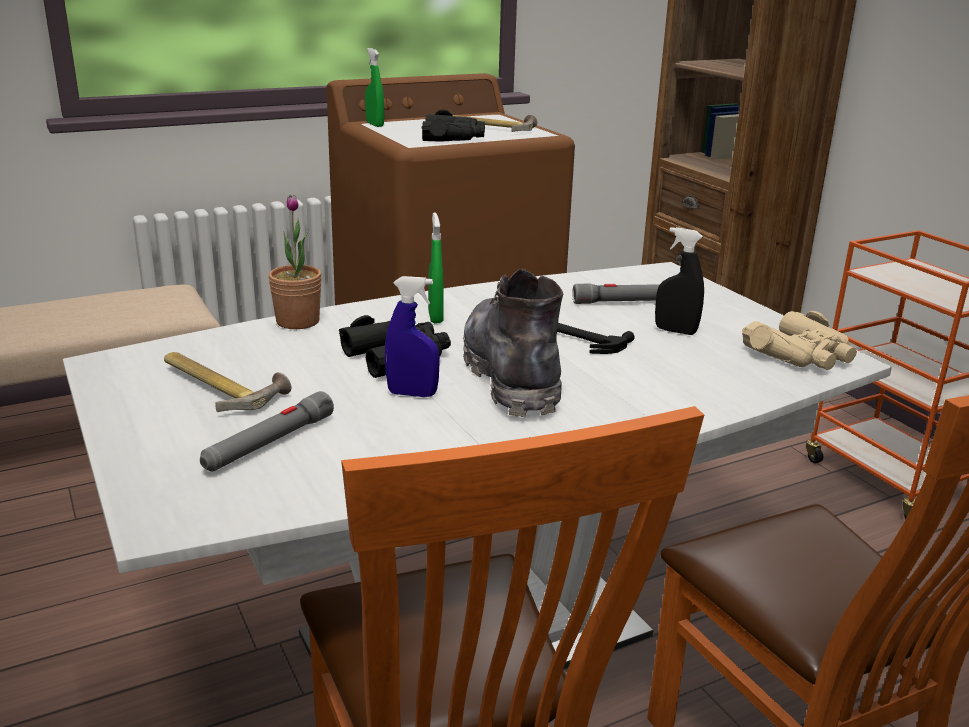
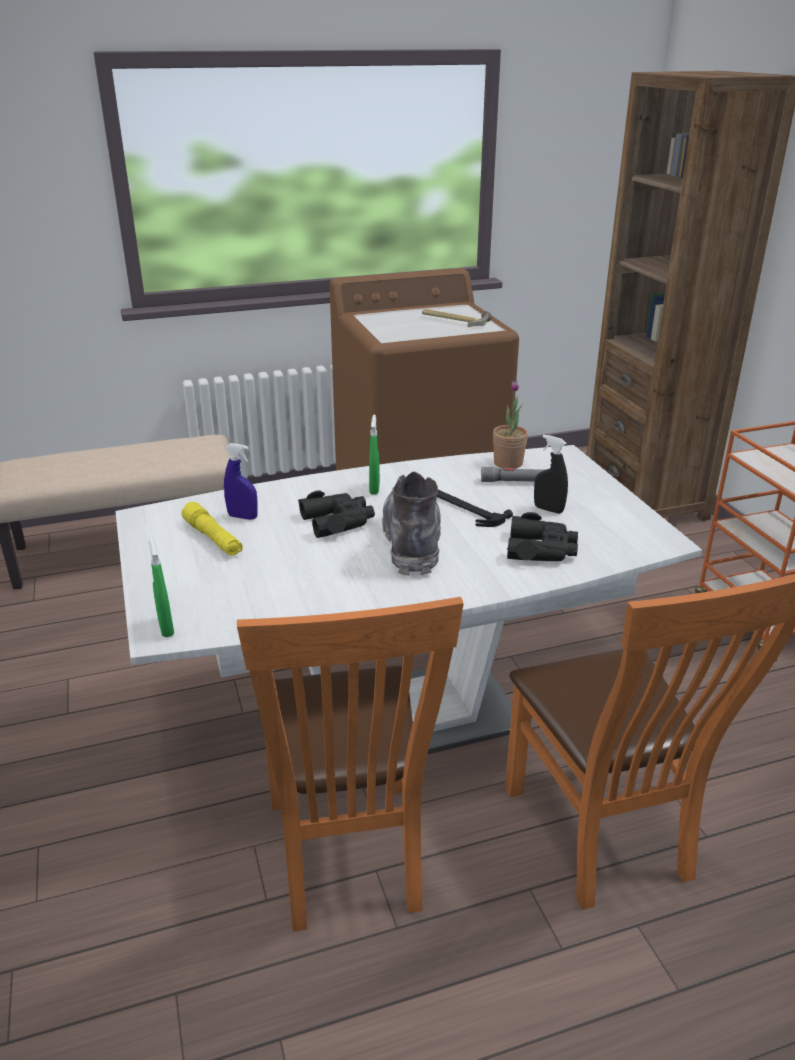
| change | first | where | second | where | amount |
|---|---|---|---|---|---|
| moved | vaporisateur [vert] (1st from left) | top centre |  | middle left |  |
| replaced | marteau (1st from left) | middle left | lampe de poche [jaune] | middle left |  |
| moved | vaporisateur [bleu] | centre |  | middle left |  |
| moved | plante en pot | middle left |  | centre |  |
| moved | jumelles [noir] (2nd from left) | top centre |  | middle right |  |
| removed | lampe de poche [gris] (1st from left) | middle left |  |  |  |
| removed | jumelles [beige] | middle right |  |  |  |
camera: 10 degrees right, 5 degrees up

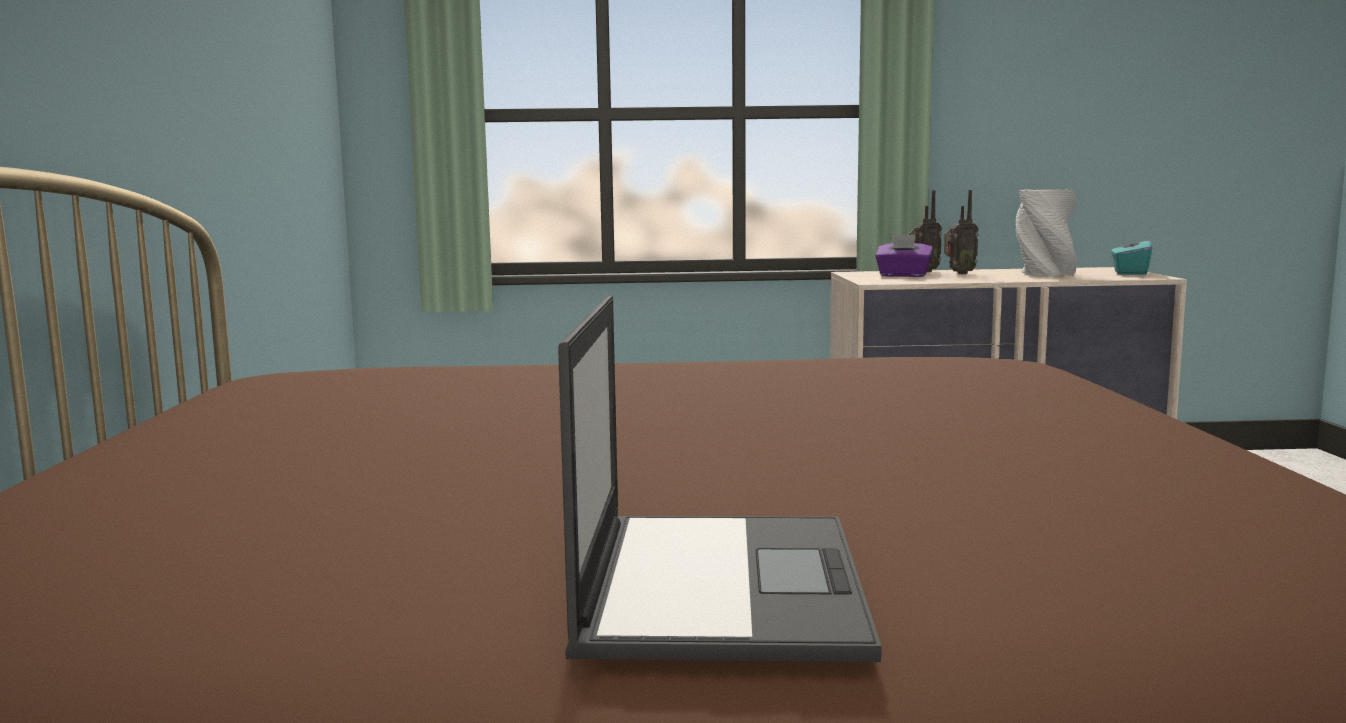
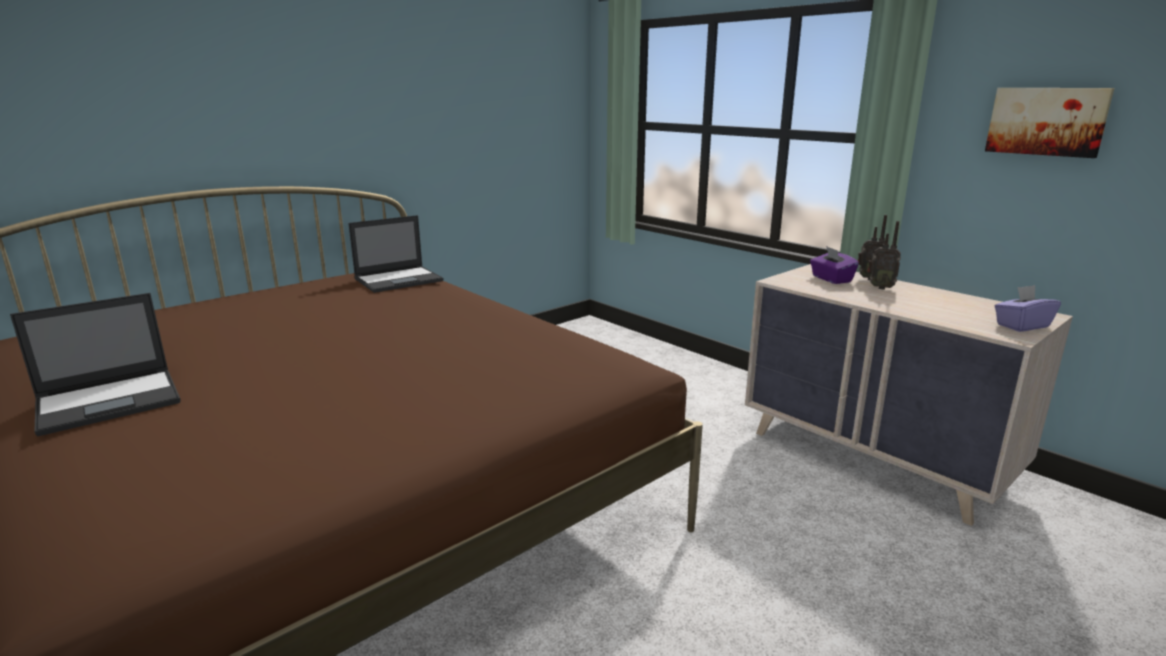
| change | first | where | second | where | amount |
|---|---|---|---|---|---|
| added |  |  | ordinateur portable (2nd from left) | centre |  |
| added |  |  | tableau | top right |  |
| recoloured | boîte à mouchoirs [turquoise] | middle right | boîte à mouchoirs [violet] (2nd from left) | middle right |  |
| removed | vase [gris] | top right |  |  |  |
camera: 50 degrees right, 10 degrees up

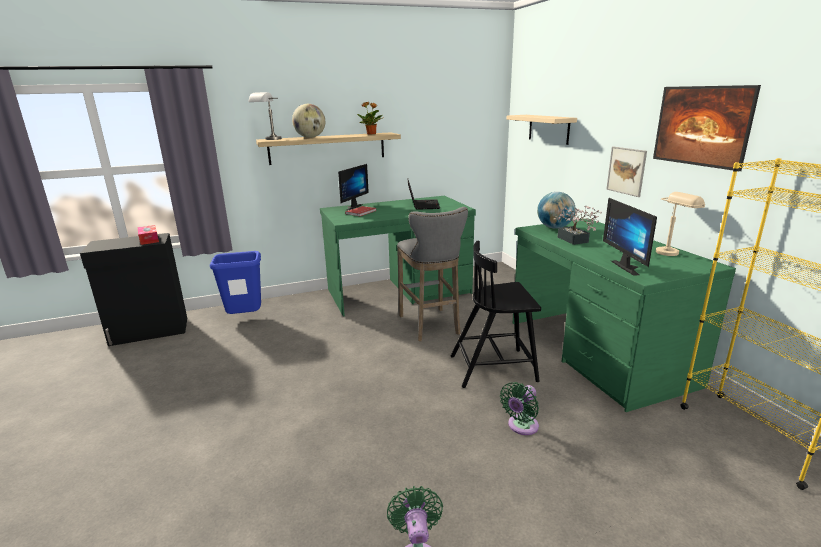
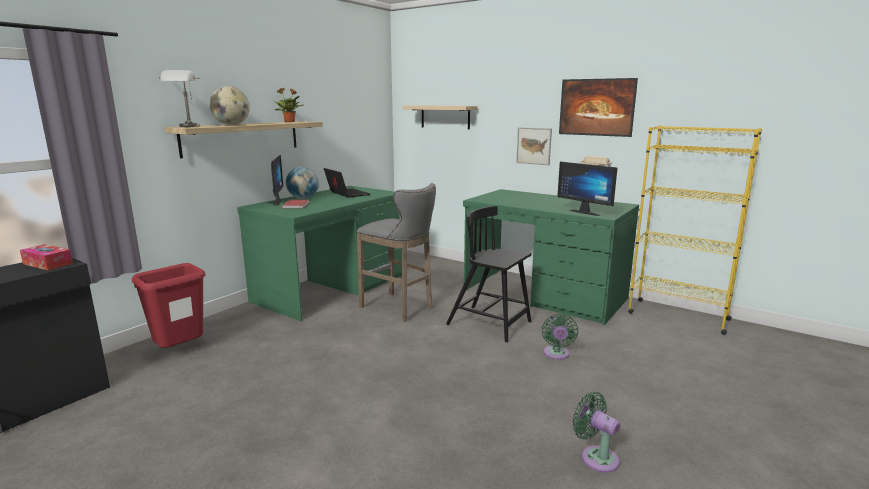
| change | first | where | second | where | amount |
|---|---|---|---|---|---|
| recoloured | poubelle [bleu] | middle left | poubelle [rouge] | middle left |  |
| moved | globe (2nd from left) | middle right |  | centre |  |
| turned | chaise [noir] | centre |  | centre | 75 degrees clockwise |
| removed | plante en pot (2nd from left) | middle right |  |  |  |
camera: 35 degrees left, 5 degrees down

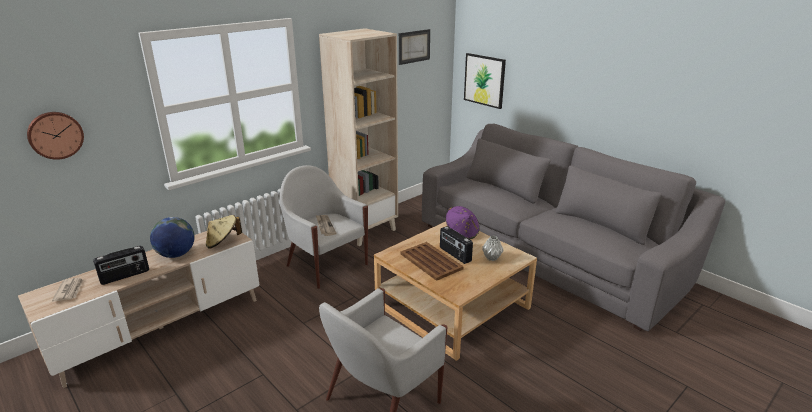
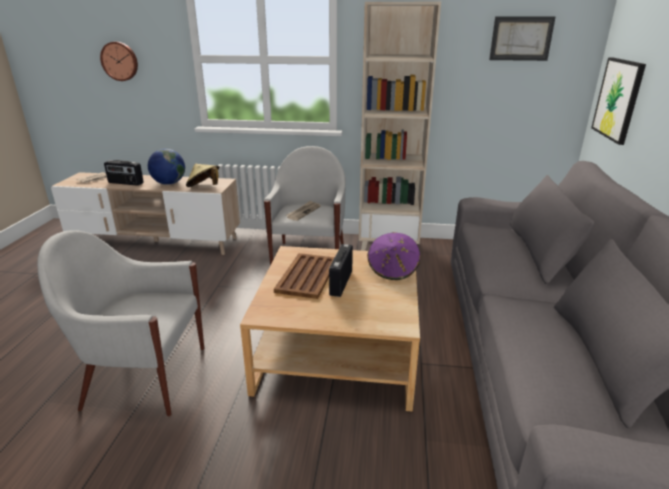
| change | first | where | second | where | amount |
|---|---|---|---|---|---|
| removed | vase [gris] | centre |  |  |  |
camera: 50 degrees right, 0 degrees up

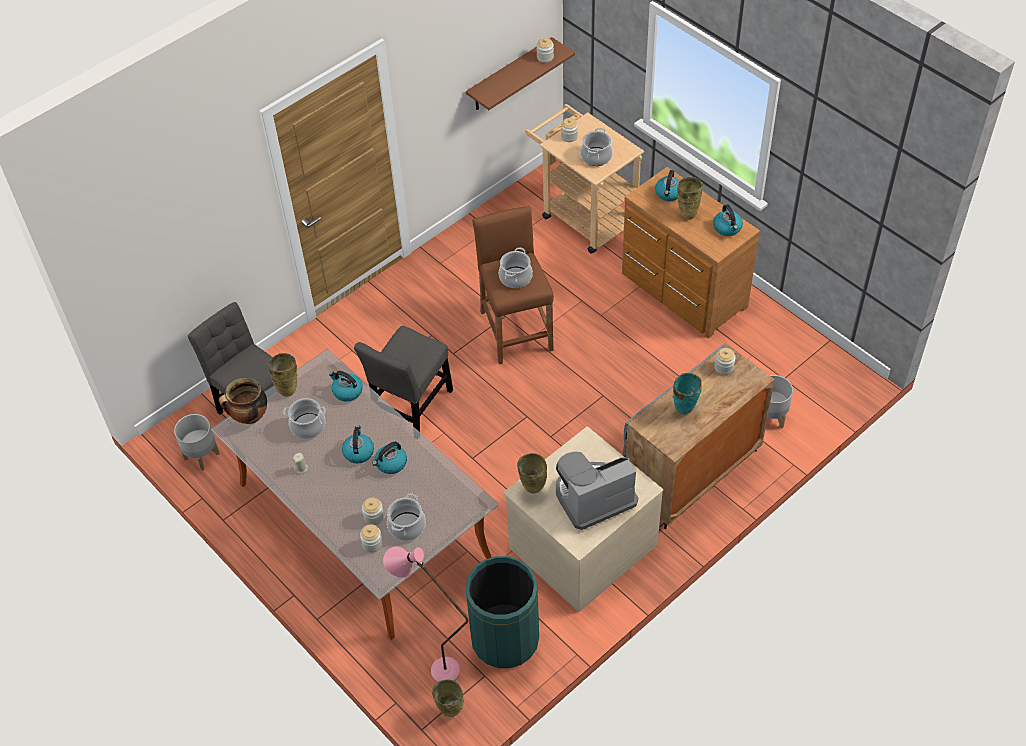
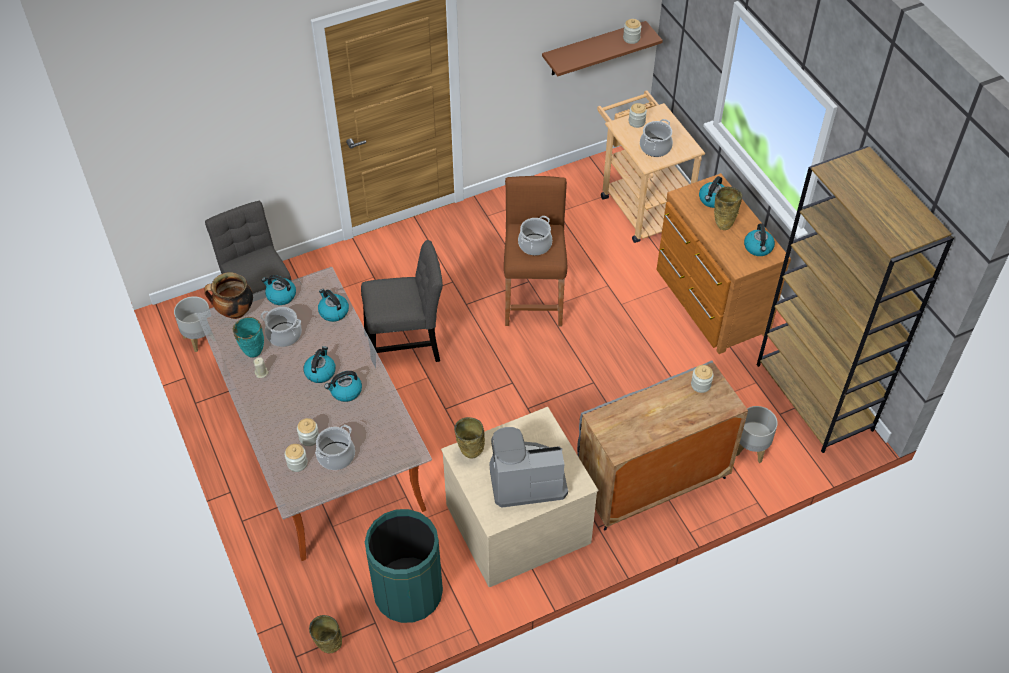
| change | first | where | second | where | amount |
|---|---|---|---|---|---|
| moved | vase [turquoise] | middle right |  | middle left |  |
| replaced | vase [beige] (1st from left) | middle left | bouilloire (1st from left) | middle left |  |
| turned | chaise [gris] (2nd from left) | centre |  | centre | 150 degrees counterclockwise |
| added |  |  | bibliothèque [marron] | middle right |  |
| removed | lampadaire [rose] | bottom centre |  |  |  |
camera: 15 degrees right, 0 degrees up

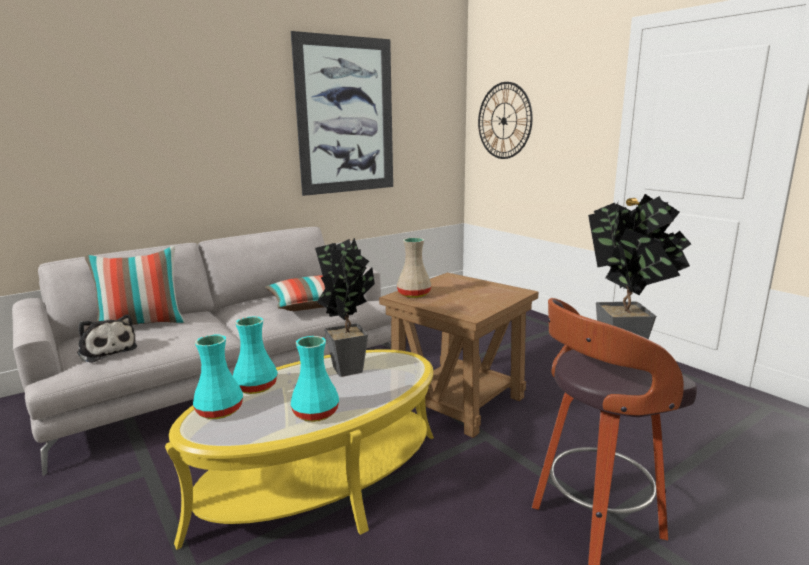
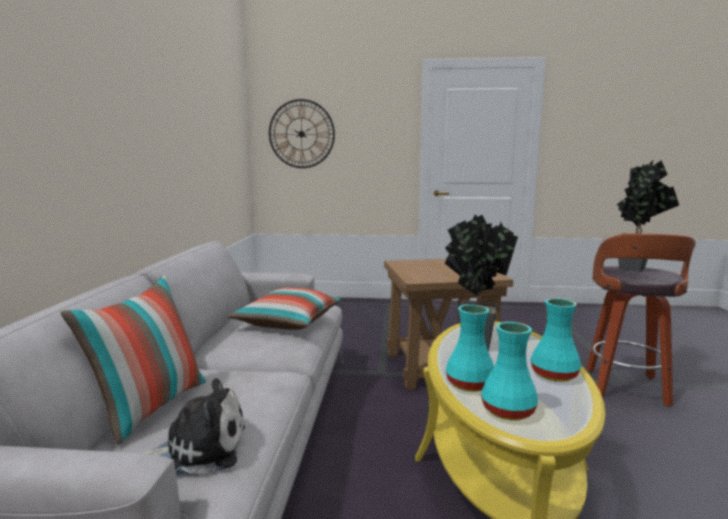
| change | first | where | second | where | amount |
|---|---|---|---|---|---|
| removed | tableau | top centre |  |  |  |
| removed | vase [beige] | centre |  |  |  |
camera: 50 degrees left, 5 degrees down

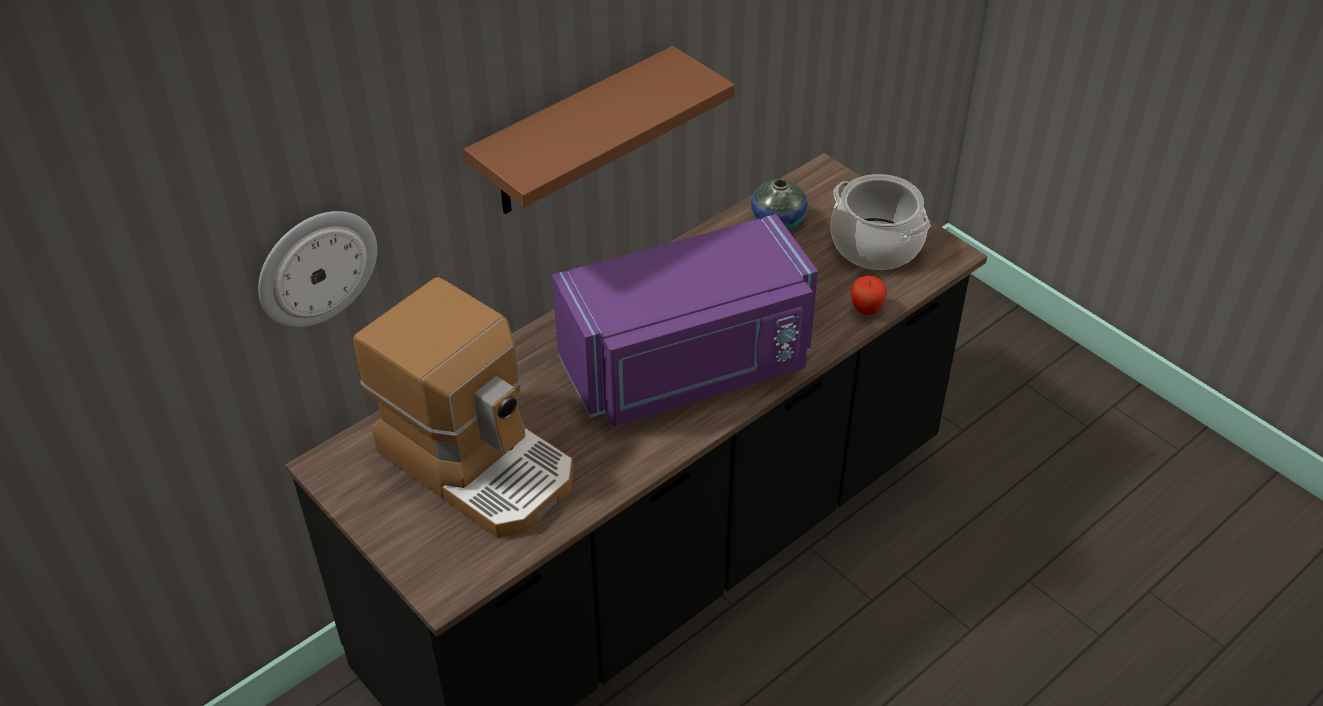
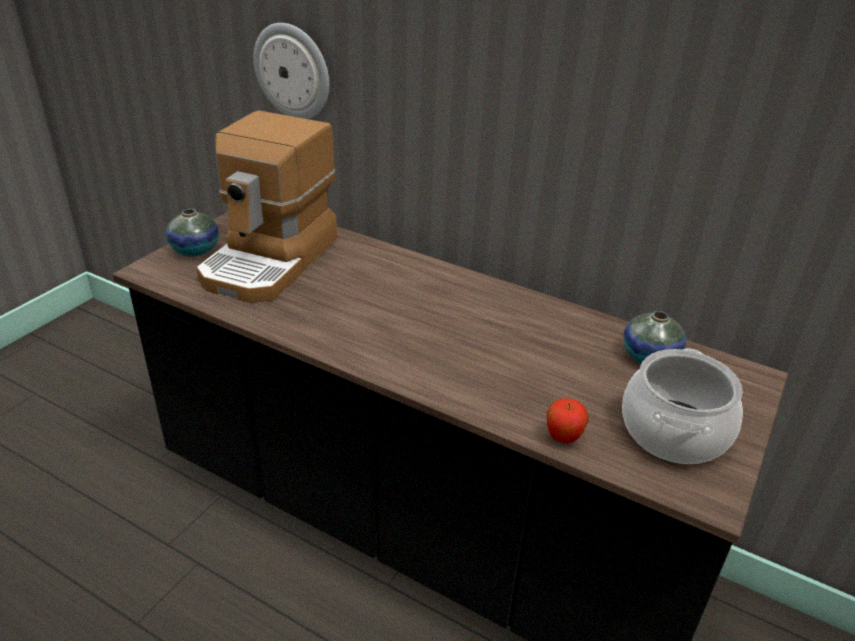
| change | first | where | second | where | amount |
|---|---|---|---|---|---|
| added |  |  | vase (1st from left) | middle left |  |
| removed | étagère [marron] | top centre |  |  |  |
| removed | micro-ondes [violet] | centre |  |  |  |
camera: 70 degrees right, 10 degrees down

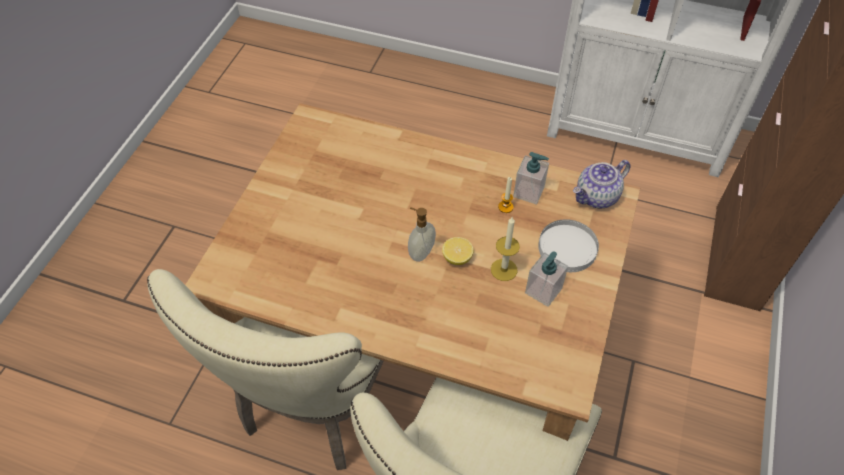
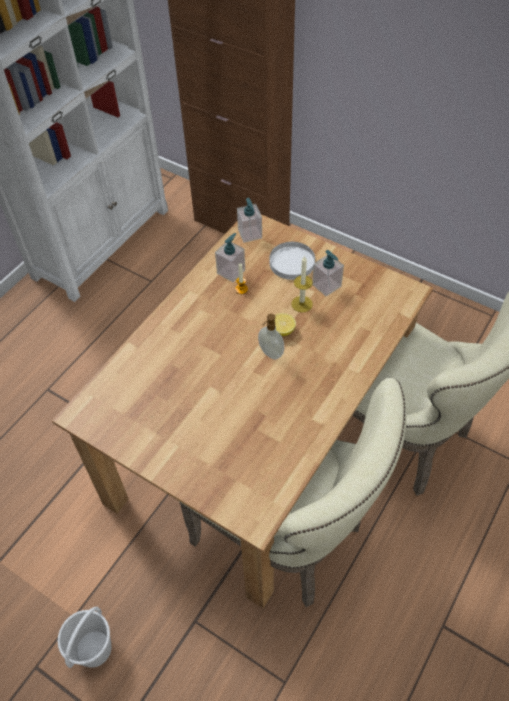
| change | first | where | second | where | amount |
|---|---|---|---|---|---|
| added |  |  | seau [blanc] | bottom left |  |
| replaced | théière | middle right | distributeur de savon (2nd from left) | top centre |  |
camera: 75 degrees left, 0 degrees up

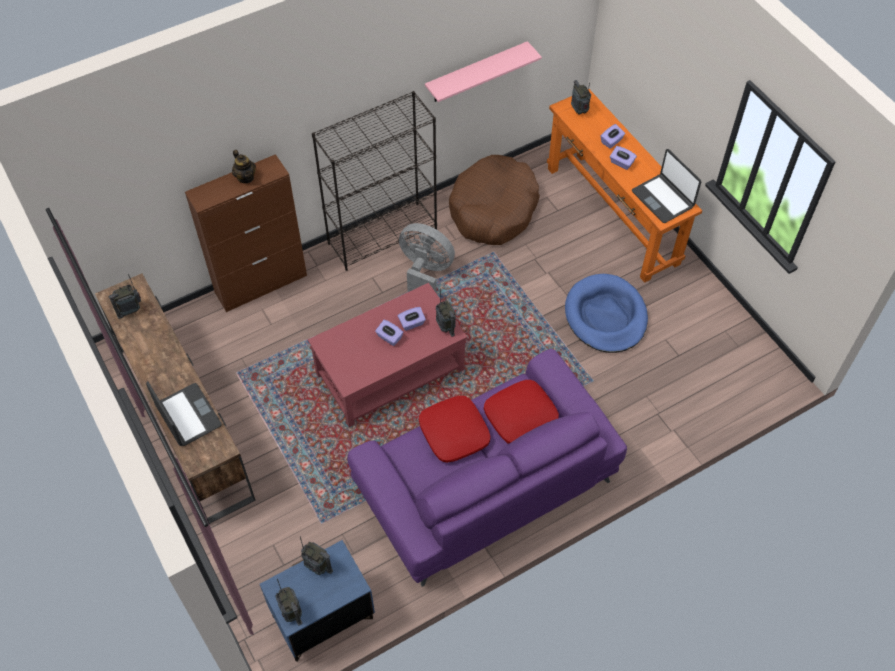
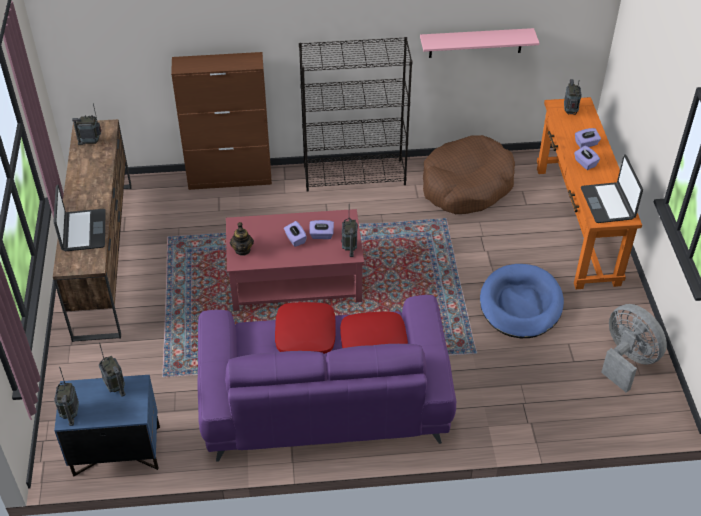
| change | first | where | second | where | amount |
|---|---|---|---|---|---|
| moved | théière | top left |  | centre |  |
| moved | ventilateur [gris] | centre |  | bottom right |  |
camera: 25 degrees right, 10 degrees down

